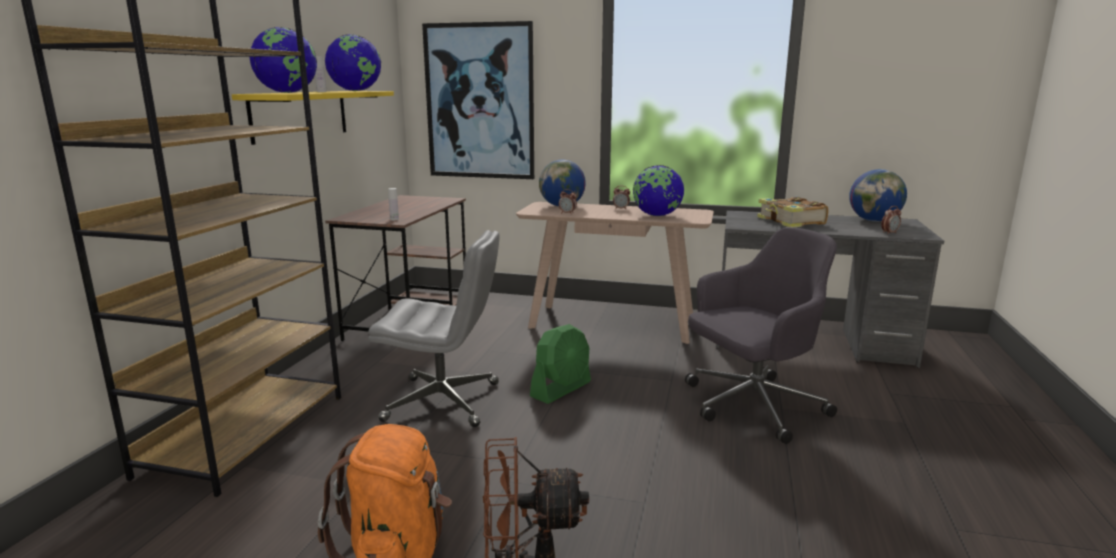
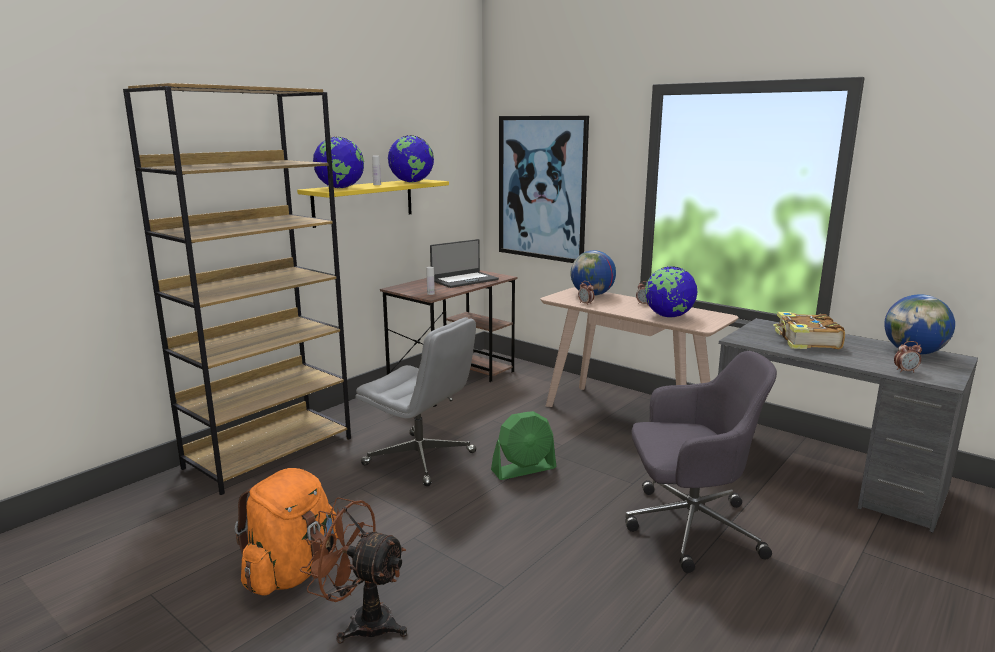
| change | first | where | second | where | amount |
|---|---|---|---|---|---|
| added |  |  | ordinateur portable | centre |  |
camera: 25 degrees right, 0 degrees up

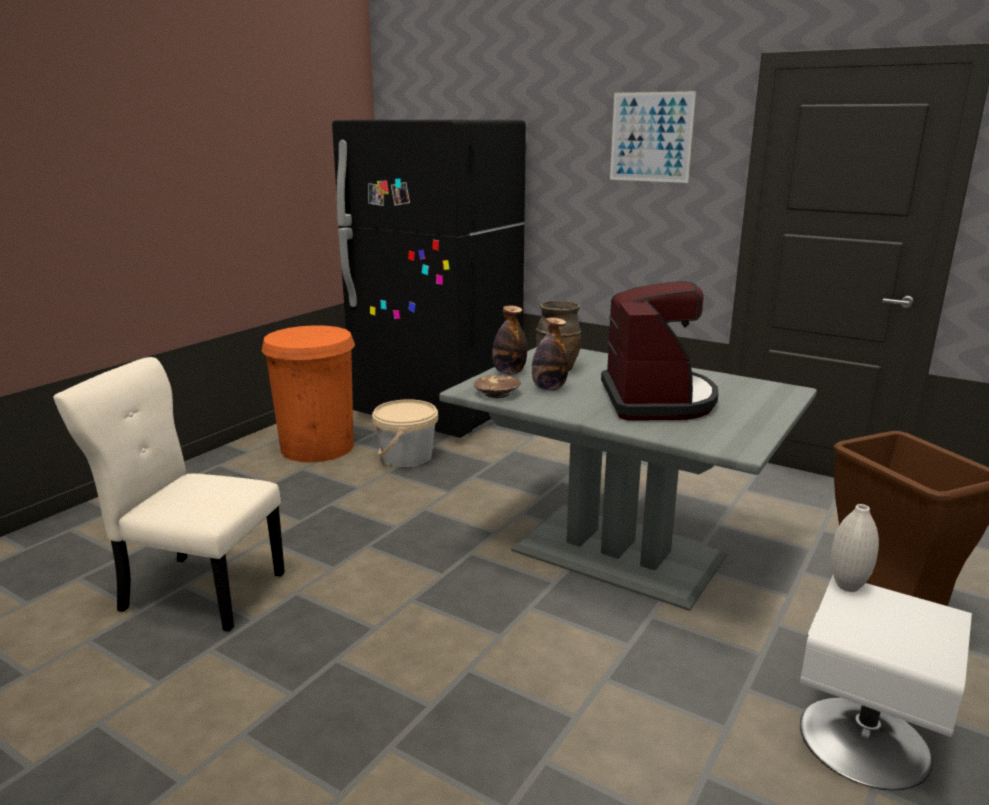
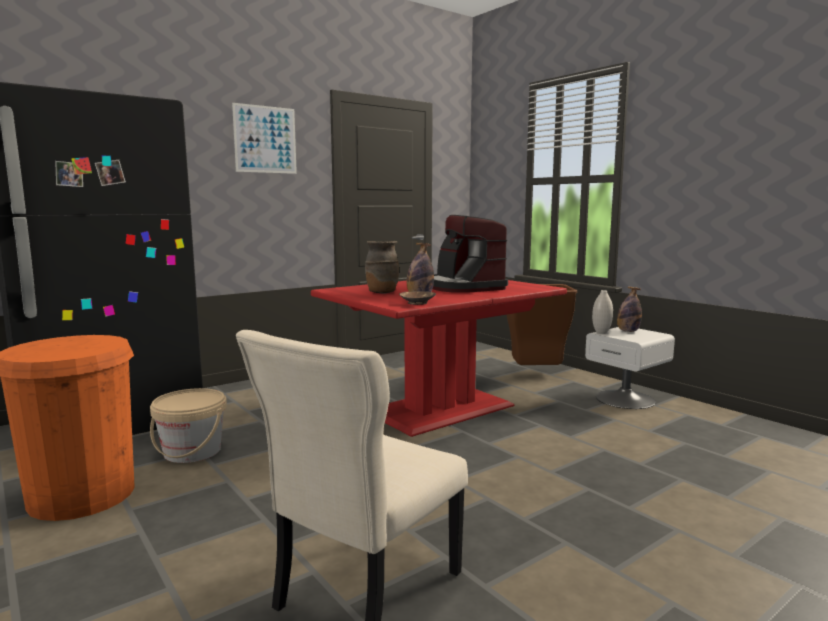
| change | first | where | second | where | amount |
|---|---|---|---|---|---|
| recoloured | table à manger [gris] | centre | table à manger [rouge] | centre |  |
| turned | machine à café | middle right |  | centre | 135 degrees counterclockwise |
| moved | bouteille (1st from left in the first image) | centre | bouteille (2nd from left) | middle right |  |
camera: 70 degrees left, 10 degrees down

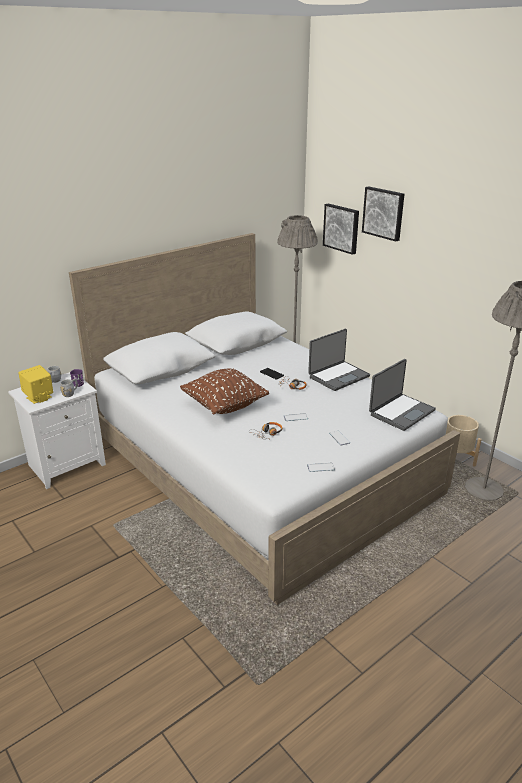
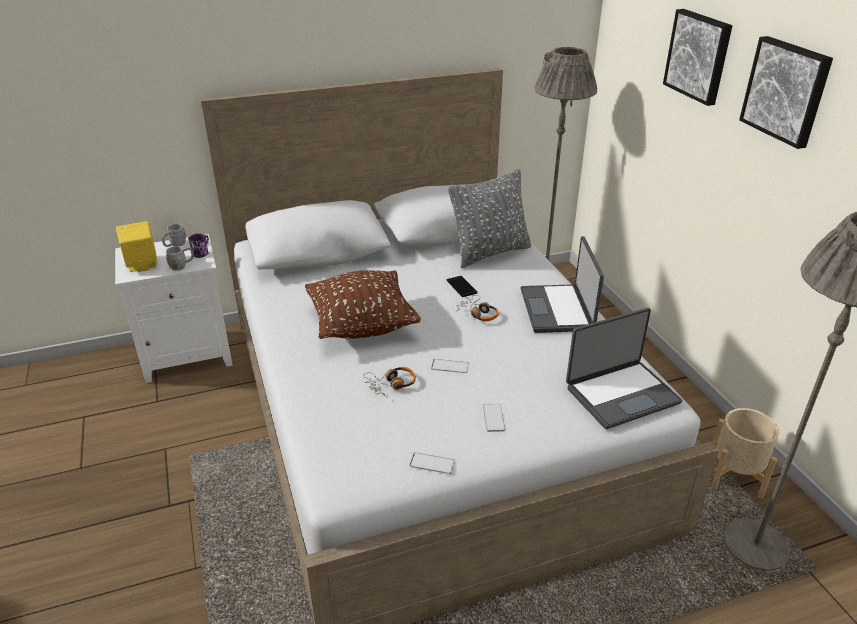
| change | first | where | second | where | amount |
|---|---|---|---|---|---|
| added |  |  | coussin [gris] | centre |  |
| turned | ordinateur portable (1st from left) | centre |  | centre | 105 degrees clockwise |
| moved | tableau (1st from left in the first image) | top centre | tableau (2nd from left) | top right |  |
camera: 20 degrees right, 5 degrees up

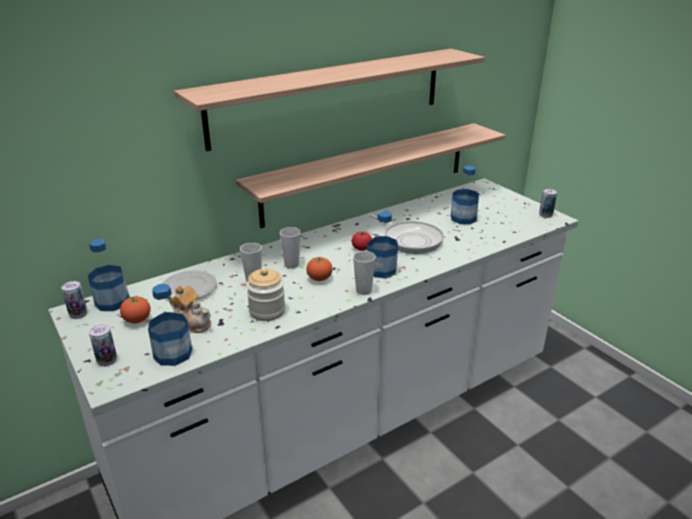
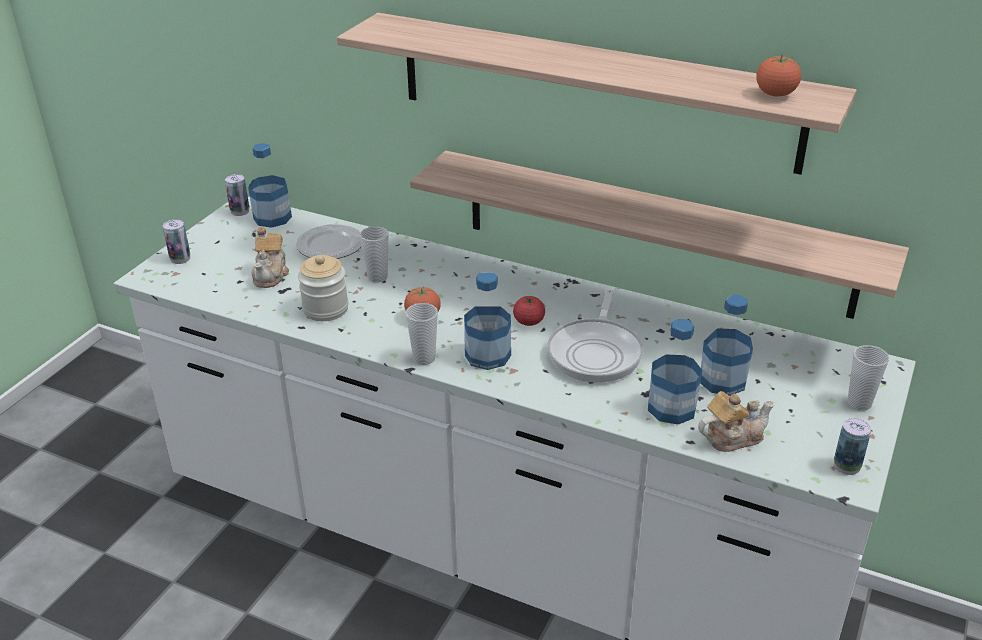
| change | first | where | second | where | amount |
|---|---|---|---|---|---|
| moved | bouteille (2nd from left in the first image) | middle left | bouteille (3rd from left) | middle right |  |
| added |  |  | théière (2nd from left) | middle right |  |
| moved | tomate (1st from left in the first image) | middle left | tomate (3rd from left) | top right |  |
| moved | tasse (2nd from left in the first image) | centre | tasse (3rd from left) | middle right |  |
camera: 60 degrees right, 5 degrees up

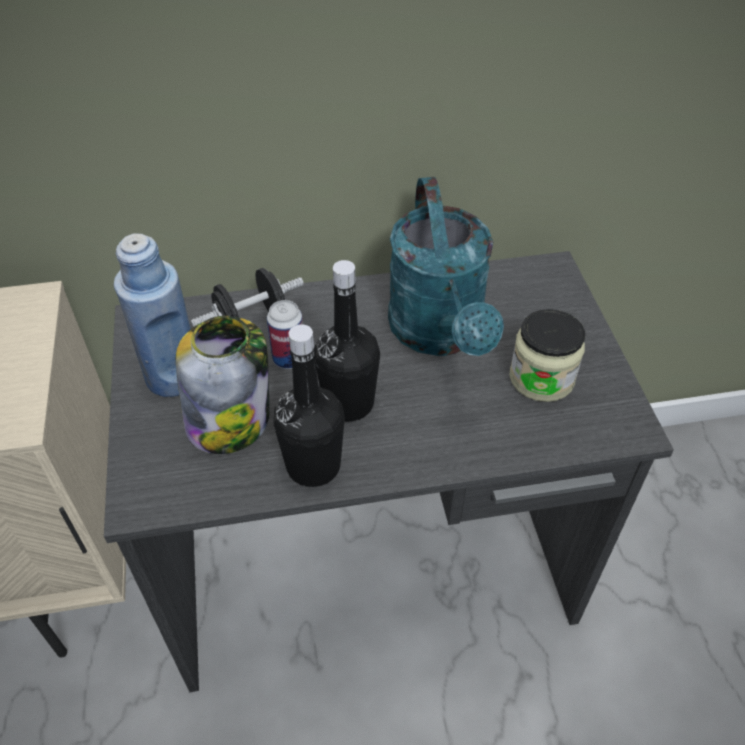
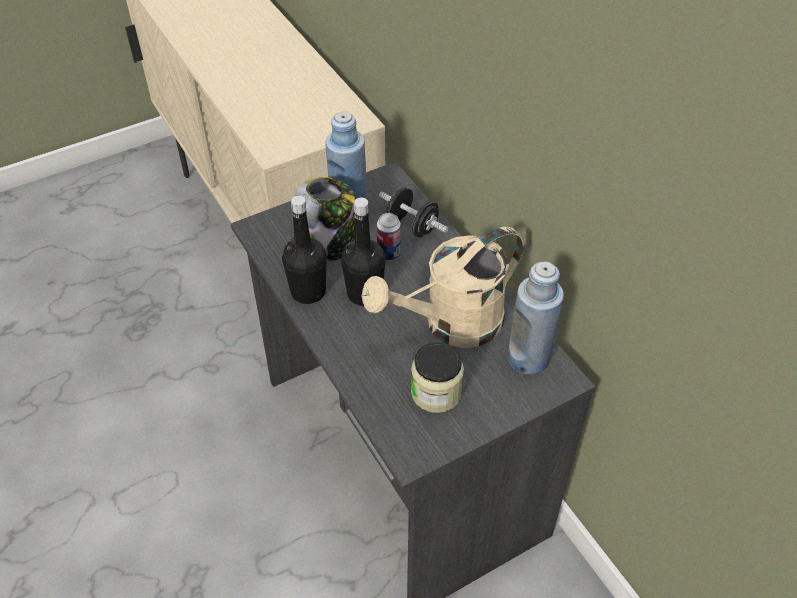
| change | first | where | second | where | amount |
|---|---|---|---|---|---|
| recoloured | arrosoir [turquoise] | centre | arrosoir [beige] | centre |  |
| added |  |  | bouteille [bleu] (2nd from left) | middle right |  |
camera: 70 degrees right, 0 degrees up

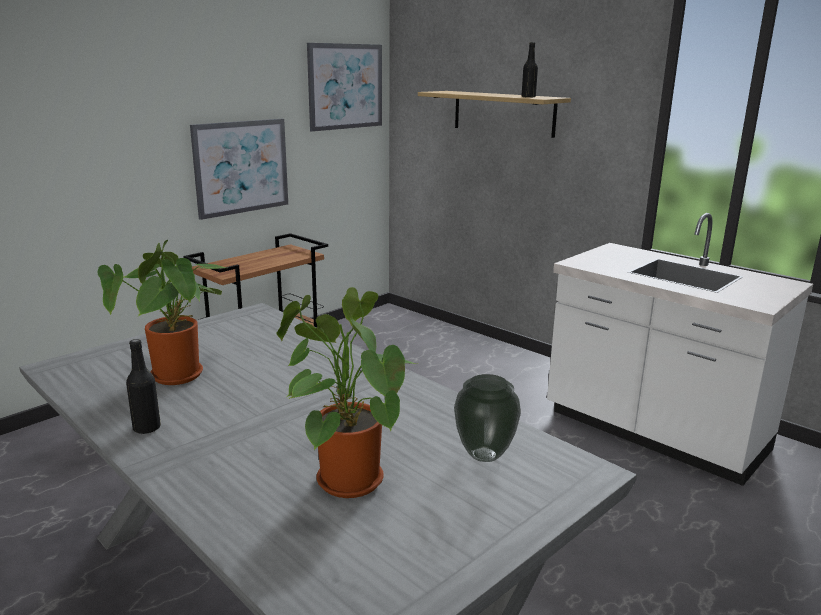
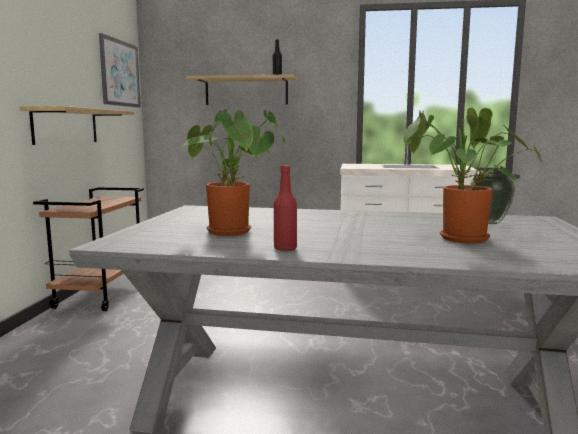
| change | first | where | second | where | amount |
|---|---|---|---|---|---|
| replaced | tableau (1st from left) | top left | étagère (1st from left) | top left |  |
| recoloured | bouteille [noir] (1st from left) | middle left | bouteille [rouge] | centre |  |
camera: 35 degrees left, 10 degrees down

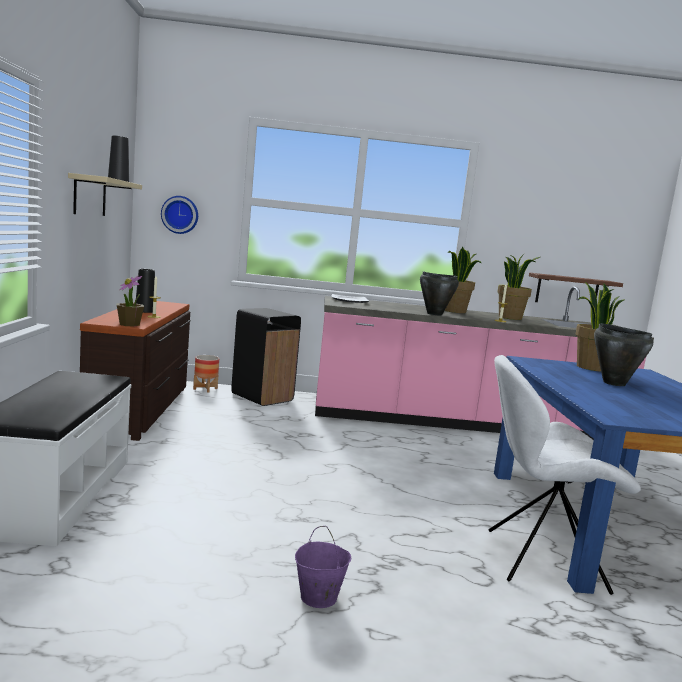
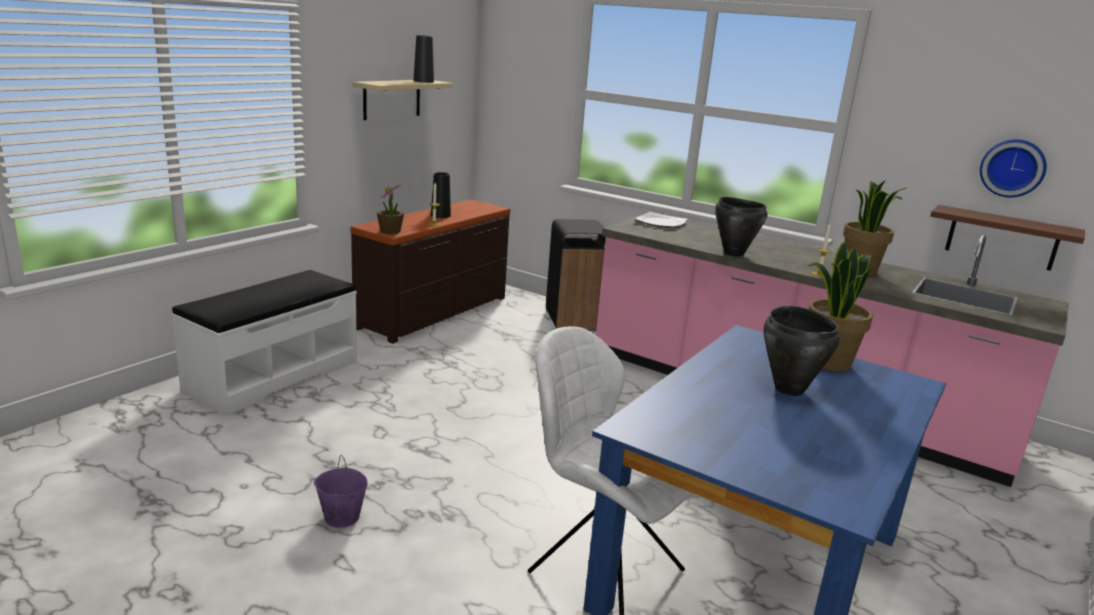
| change | first | where | second | where | amount |
|---|---|---|---|---|---|
| moved | horloge murale | top left |  | top right |  |
| removed | cache-pot | middle left |  |  |  |
| removed | plante en pot (2nd from left) | middle right |  |  |  |
camera: 35 degrees right, 10 degrees up

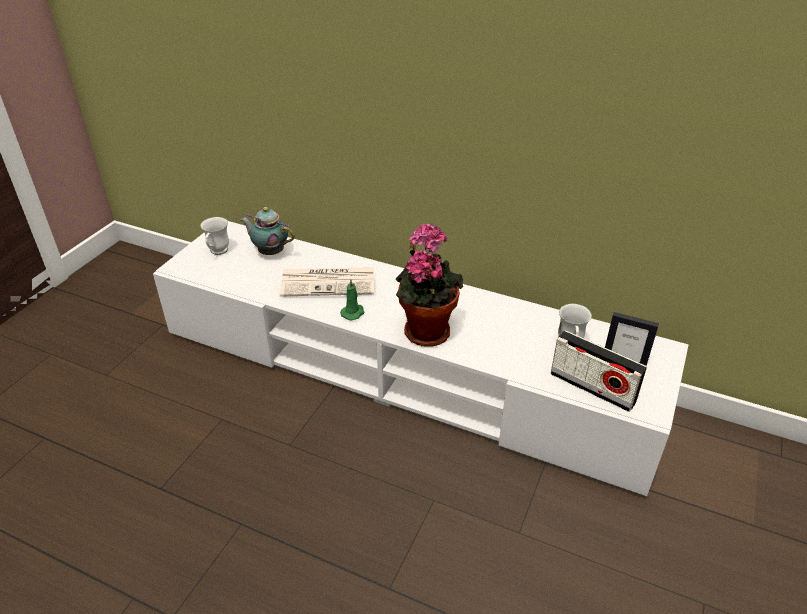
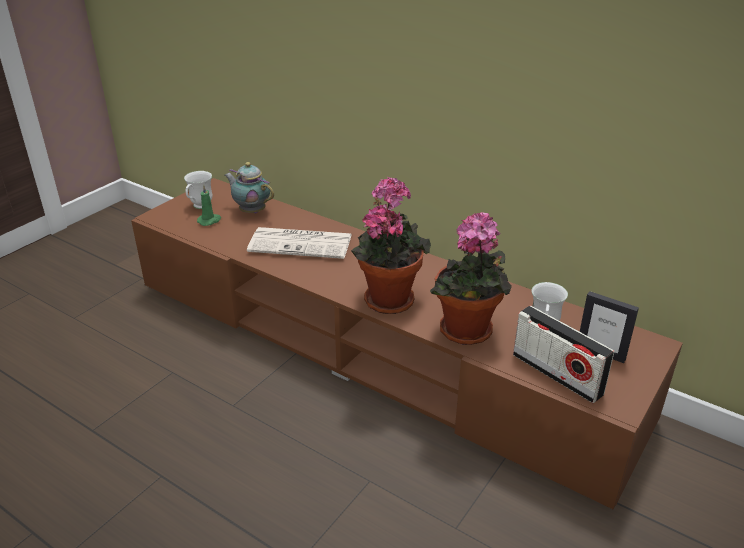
| change | first | where | second | where | amount |
|---|---|---|---|---|---|
| recoloured | meuble télé [blanc] | centre | meuble télé [marron] | centre |  |
| moved | bougie [vert] | centre |  | middle left |  |
| added |  |  | plante en pot (2nd from left) | centre |  |
camera: 10 degrees right, 5 degrees down

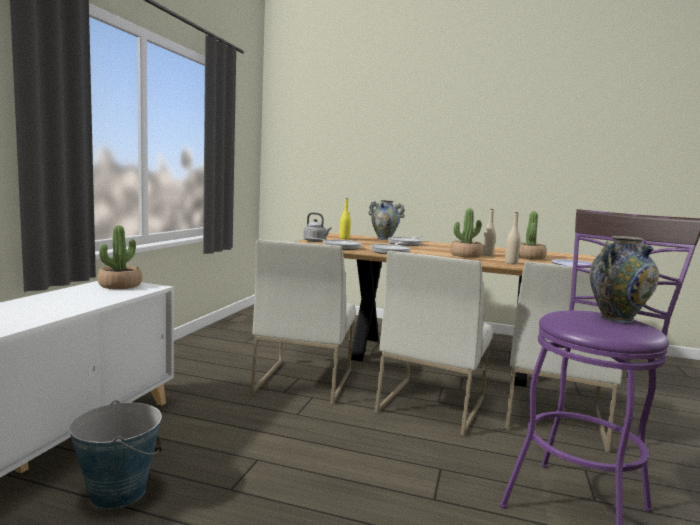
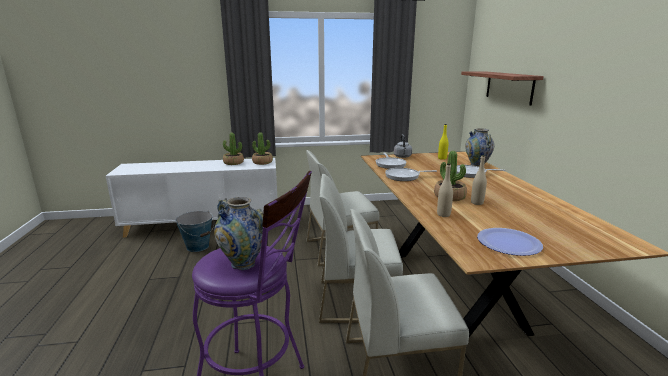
| change | first | where | second | where | amount |
|---|---|---|---|---|---|
| moved | plante en pot (3rd from left in the first image) | middle right | plante en pot (1st from left) | centre |  |
| added |  |  | étagère | top right |  |
camera: 65 degrees right, 10 degrees up

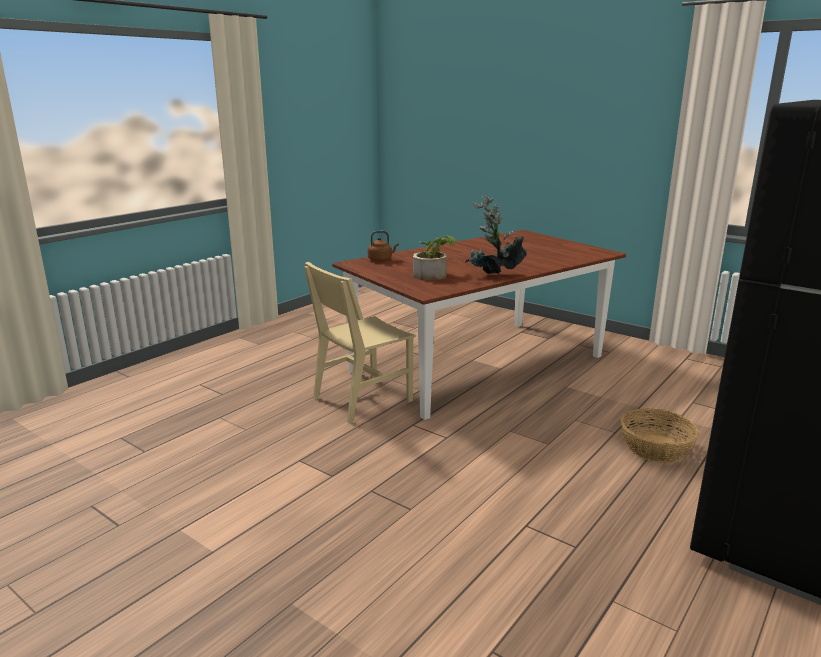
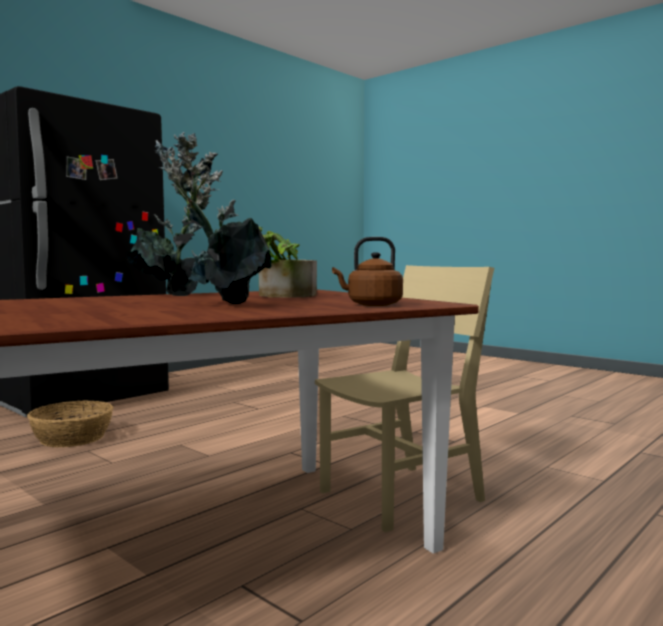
| change | first | where | second | where | amount |
|---|---|---|---|---|---|
| added |  |  | plante en pot (2nd from left) | middle left |  |
camera: 175 degrees left, 15 degrees down

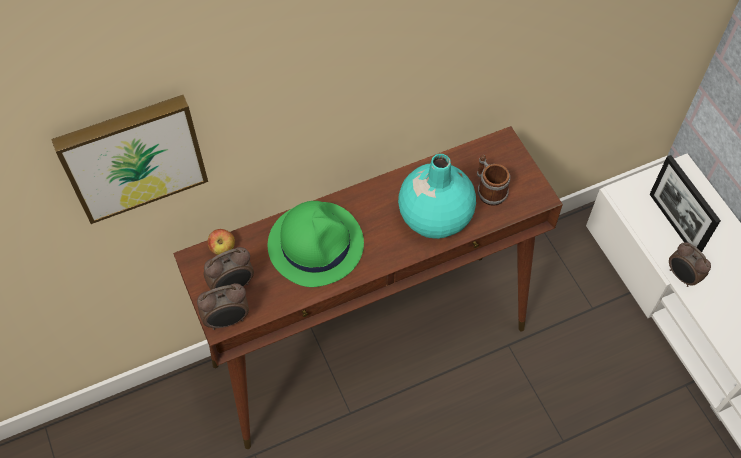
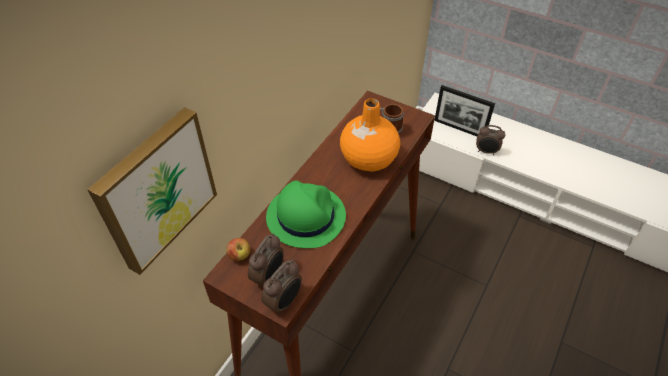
| change | first | where | second | where | amount |
|---|---|---|---|---|---|
| recoloured | vase [turquoise] | centre | vase [orange] | centre |  |
camera: 35 degrees left, 10 degrees down

